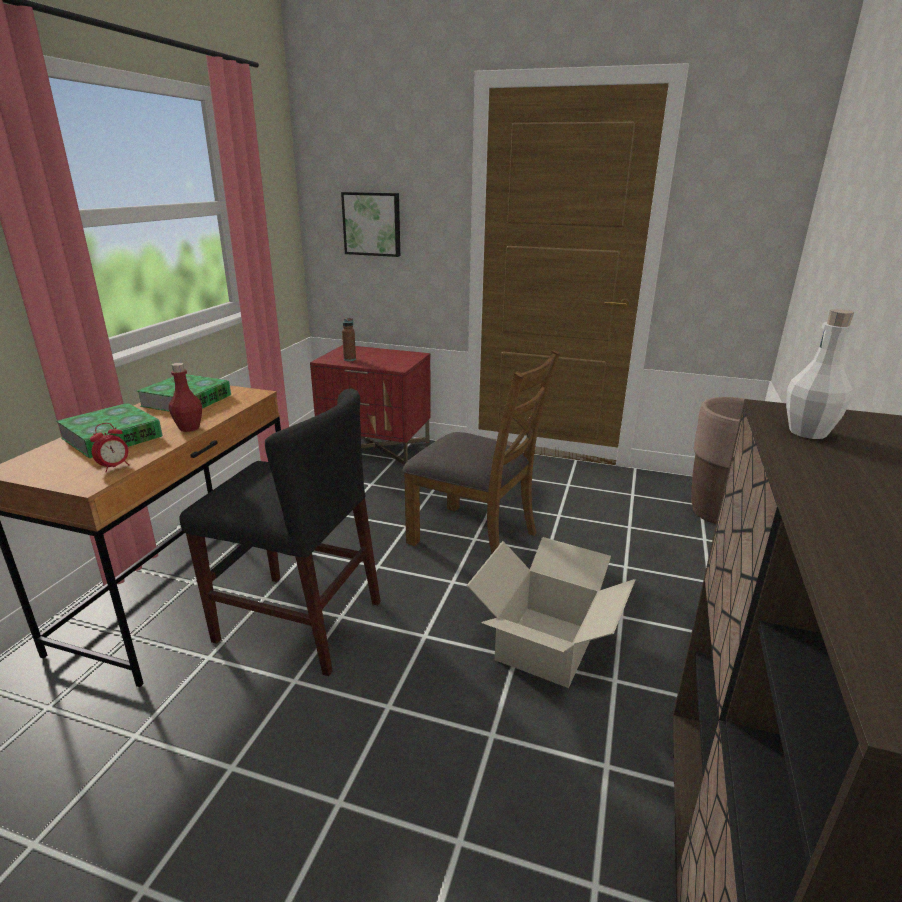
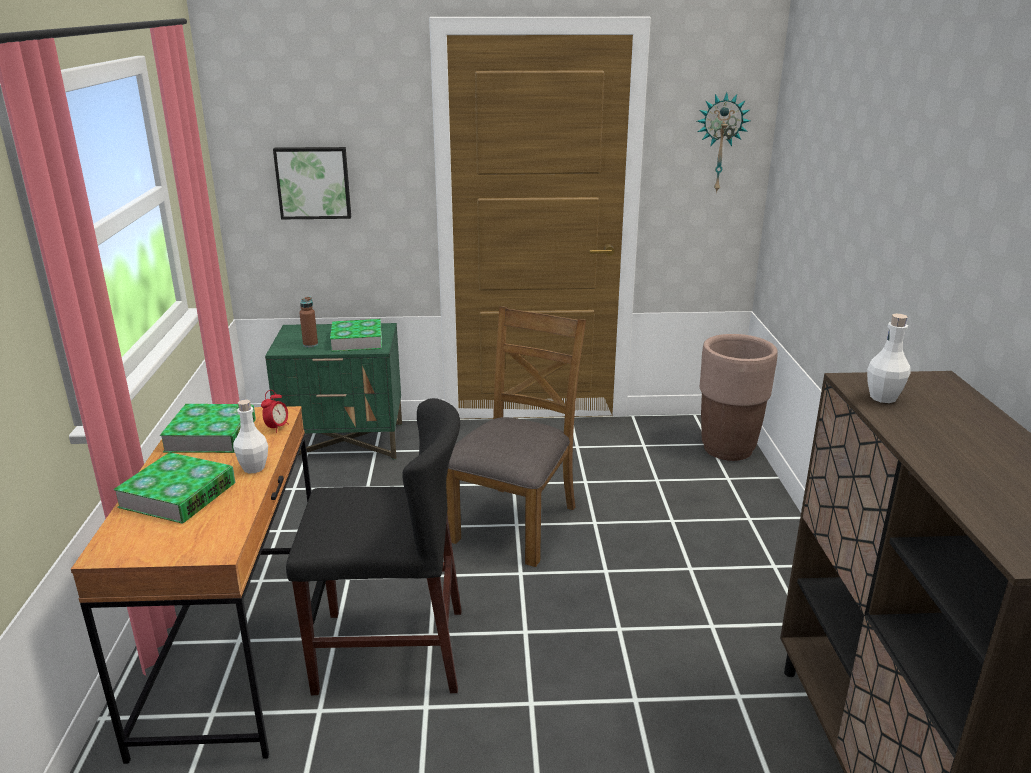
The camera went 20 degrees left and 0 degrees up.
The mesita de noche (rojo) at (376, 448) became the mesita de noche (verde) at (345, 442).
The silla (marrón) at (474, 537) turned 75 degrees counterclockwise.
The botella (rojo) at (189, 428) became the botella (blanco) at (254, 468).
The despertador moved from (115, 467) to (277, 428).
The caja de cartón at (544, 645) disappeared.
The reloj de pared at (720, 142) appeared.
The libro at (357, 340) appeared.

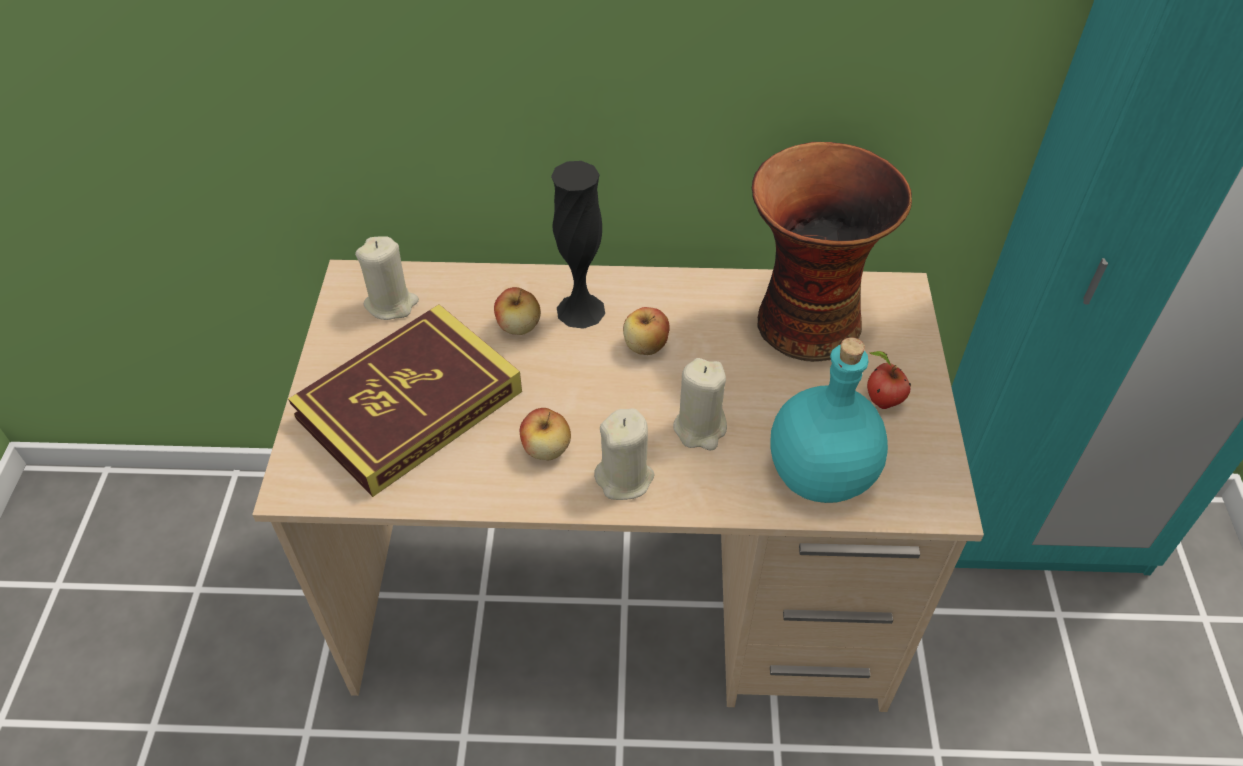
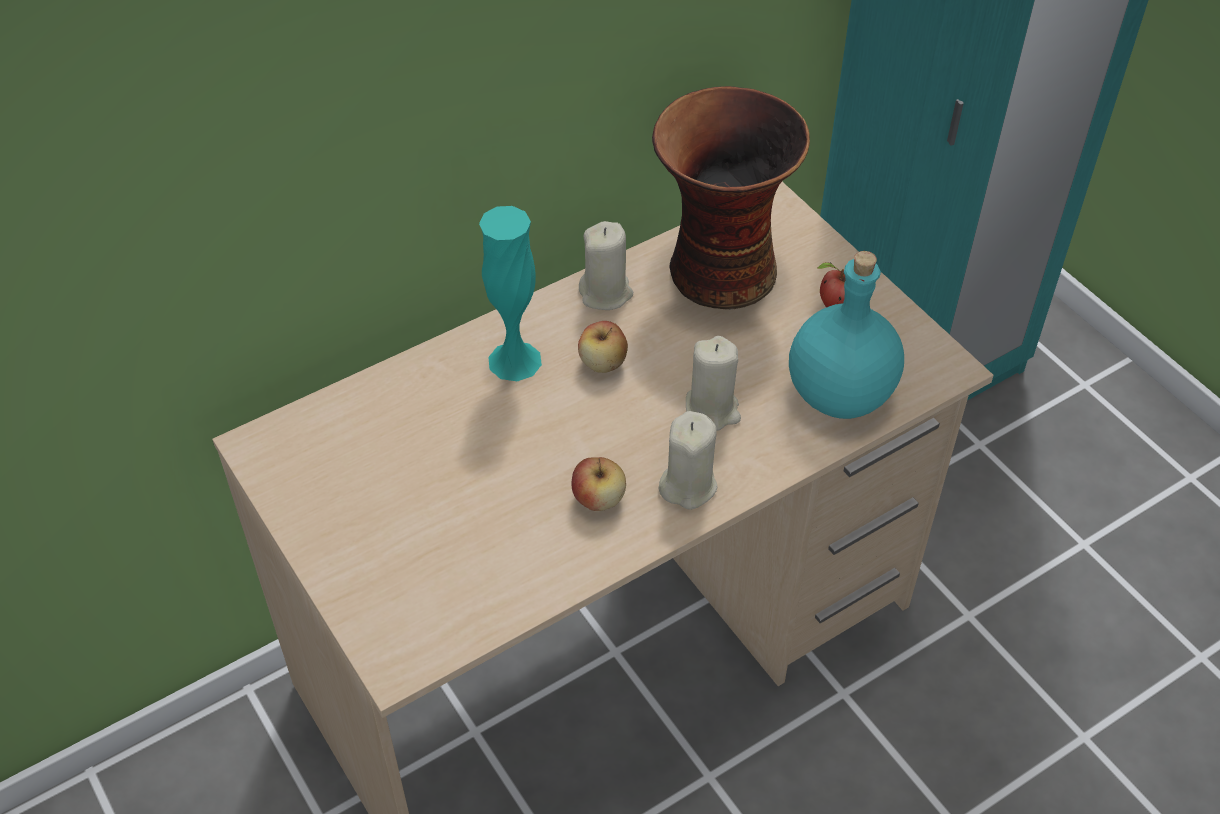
The camera went 35 degrees left and 0 degrees up.
The florero (negro) at (580, 310) became the florero (turquesa) at (514, 361).
The vela (beis) moved from (391, 304) to (606, 293).
The manzana at (518, 326) disappeared.
The libro at (410, 405) disappeared.

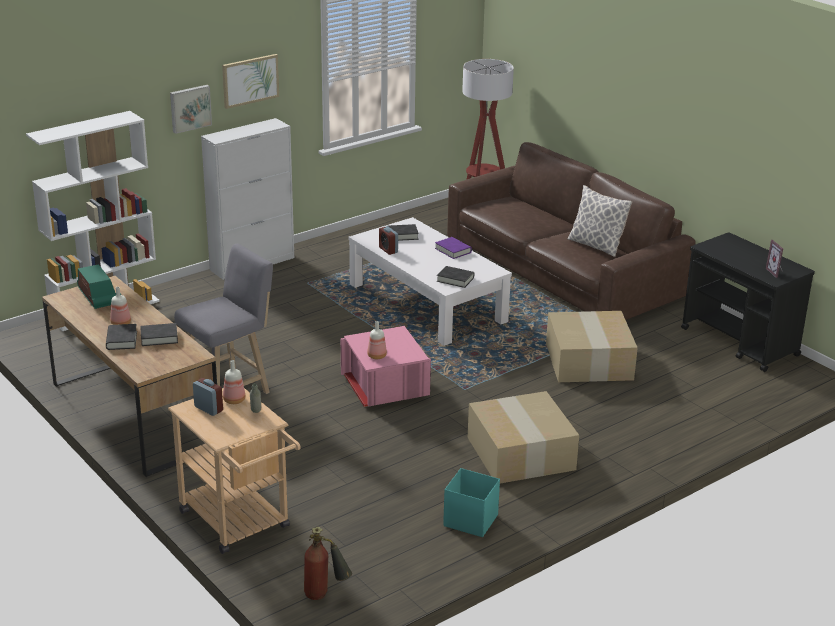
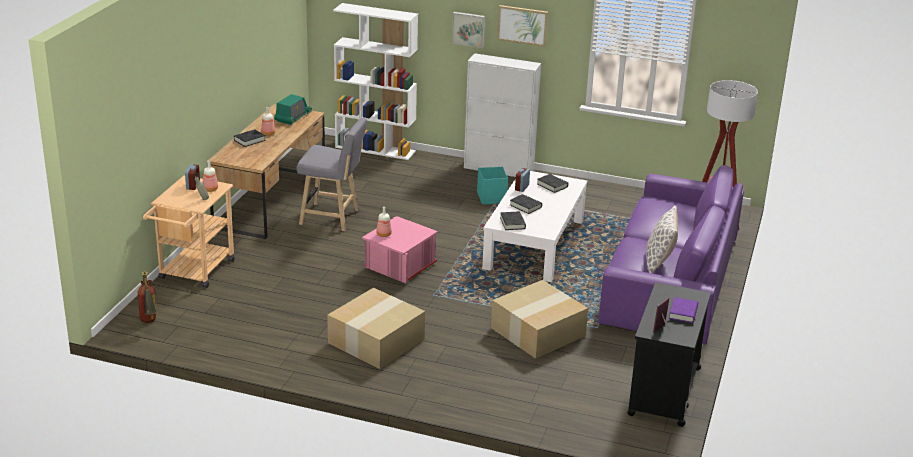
The camera went 55 degrees right and 0 degrees up.
The sofá (marrón) at (561, 268) became the sofá (morado) at (670, 279).
The libro (morado) moved from (453, 250) to (683, 313).
The libro (negro) moved from (159, 337) to (525, 206).
The caja de almacenaje (turquesa) moved from (470, 520) to (491, 197).

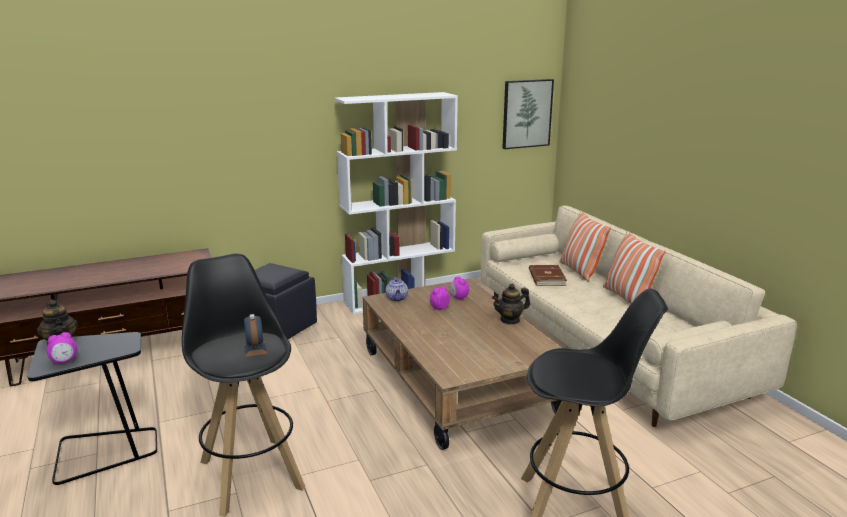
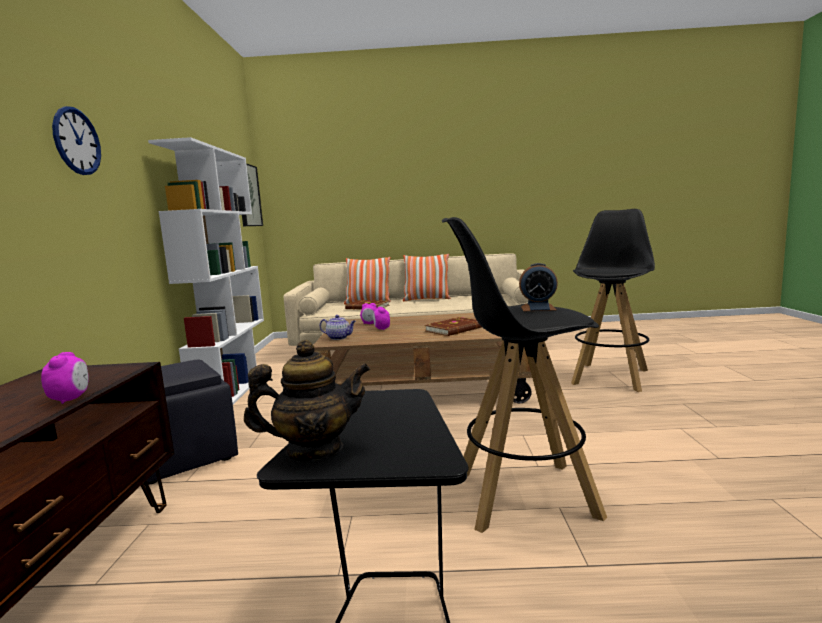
The camera went 65 degrees left and 10 degrees down.
The tetera at (510, 320) disappeared.
The despertador moved from (64, 361) to (70, 399).
The reloj de pared at (77, 141) appeared.
The libro (marrón) at (455, 329) appeared.

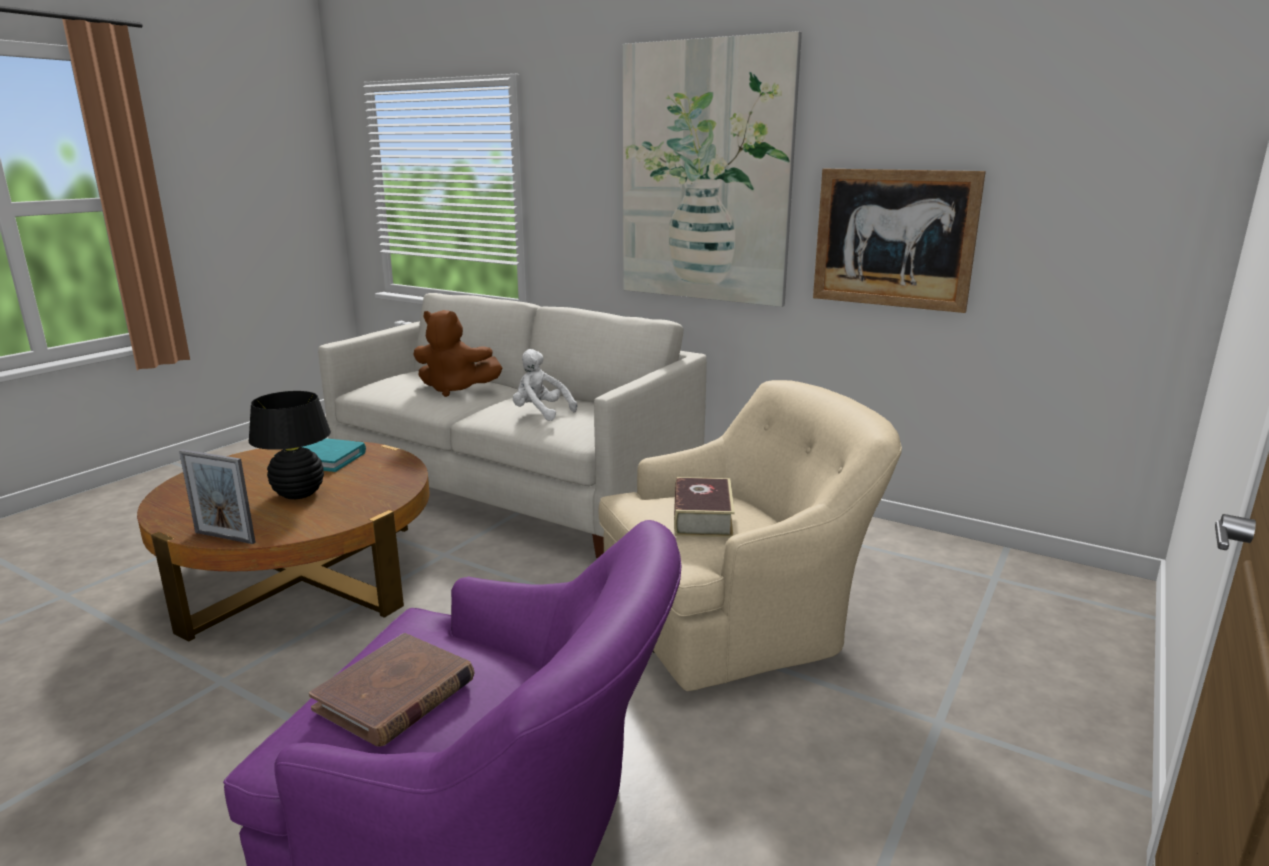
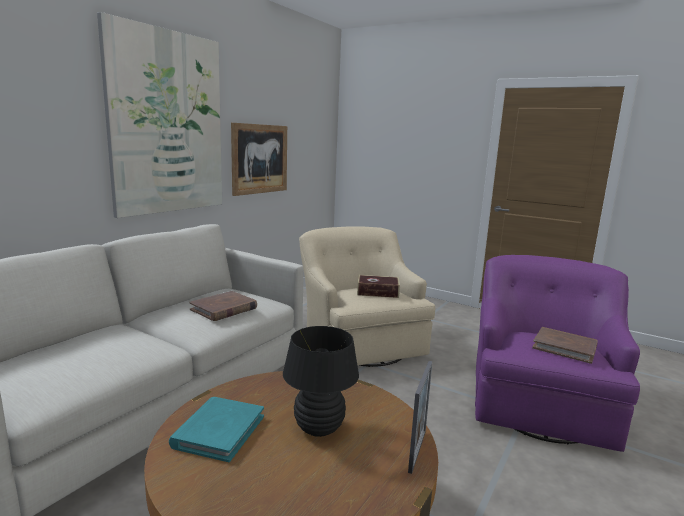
The camera went 90 degrees left and 5 degrees down.
The peluche (marrón) at (455, 389) disappeared.
The peluche (blanco) at (540, 413) was replaced by the libro (marrón) at (224, 309).

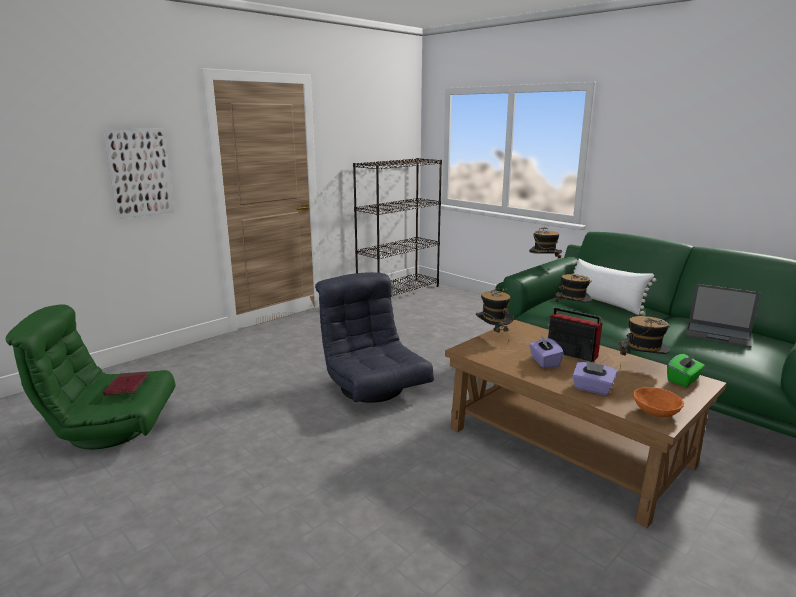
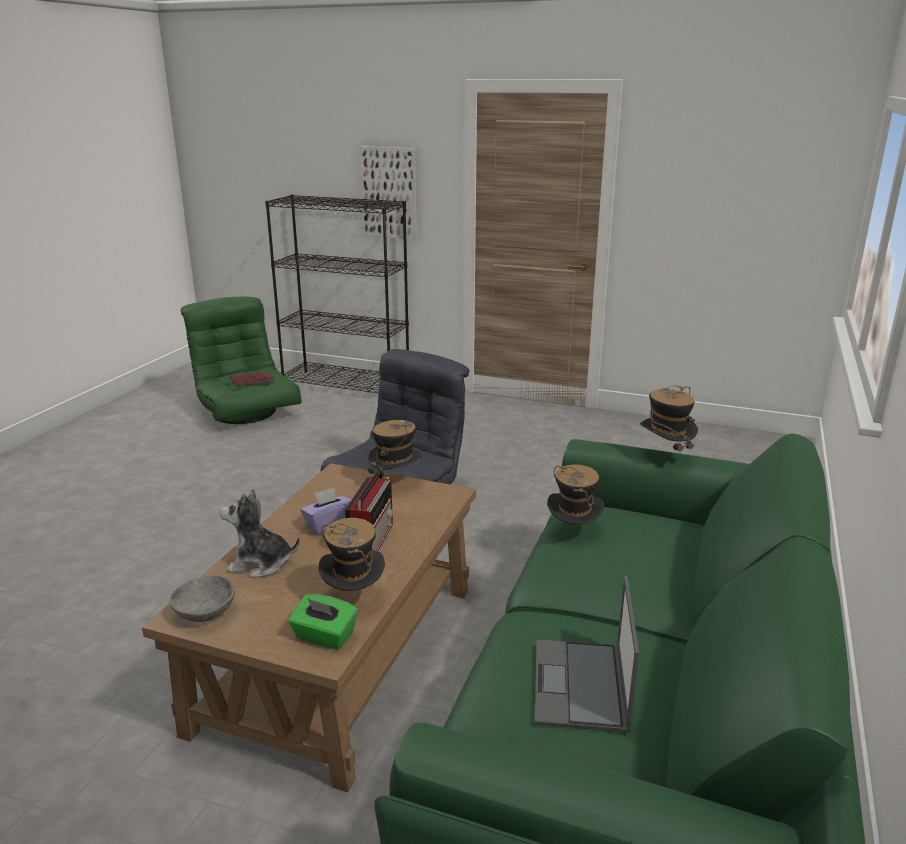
The camera went 65 degrees right and 5 degrees up.
The estantería (negro) moved from (399, 291) to (347, 385).
The cojín (blanco) at (604, 302) disappeared.
The caja de pañuelos (morado) at (592, 389) was replaced by the peluche at (260, 564).
The cuenco (naranja) at (655, 412) became the cuenco (gris) at (206, 612).

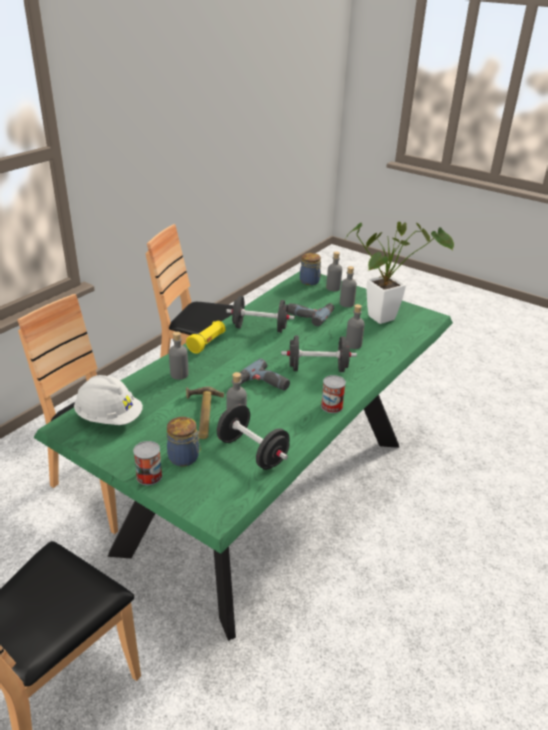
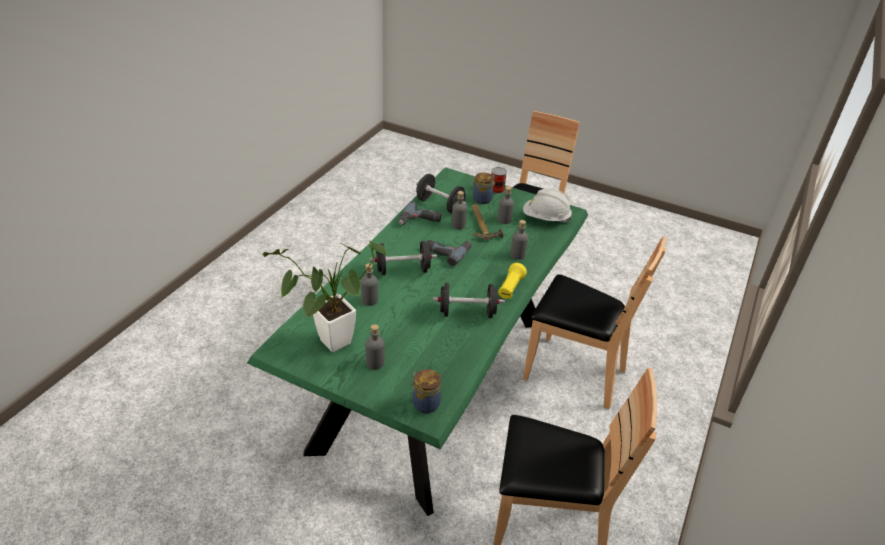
The camera went 170 degrees right and 5 degrees up.
The botella (gris) moved from (333, 288) to (504, 220).
The taladro moved from (310, 314) to (419, 221).
The lata at (331, 406) disappeared.

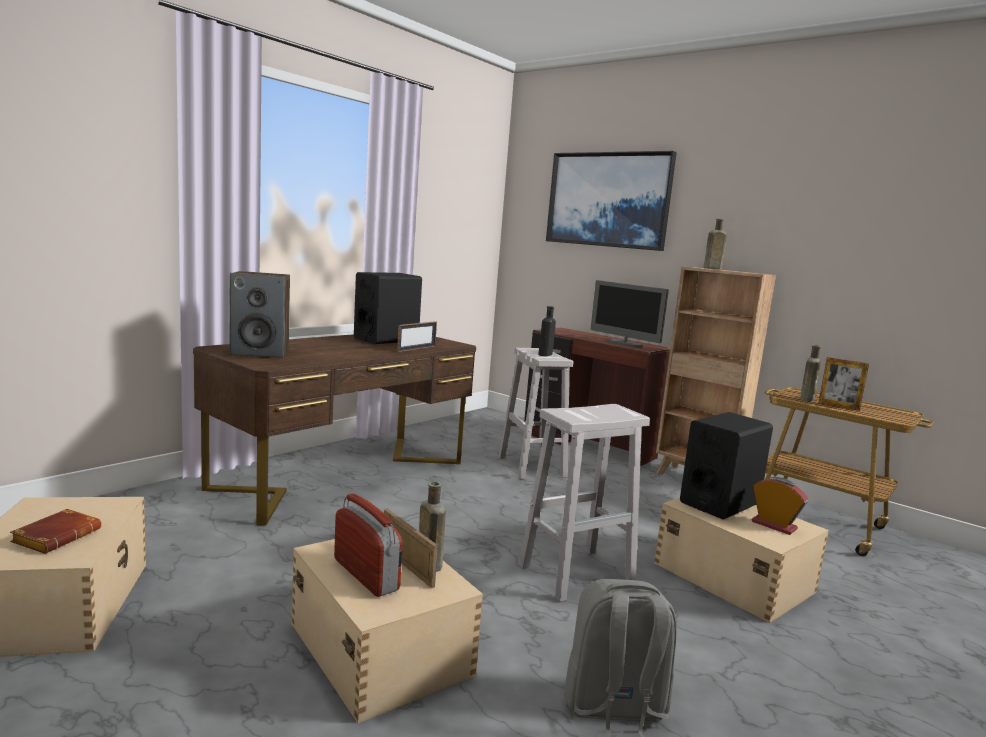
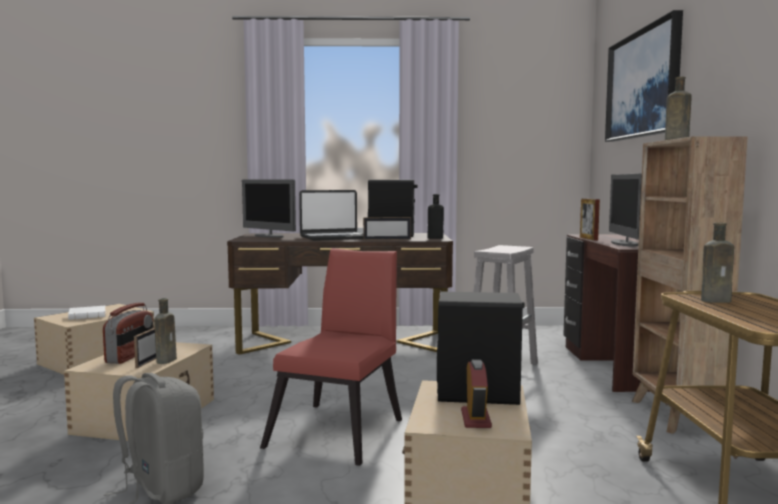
The camera went 50 degrees right and 5 degrees down.
The altavoz at (260, 353) was replaced by the monitor at (269, 236).
The botella (negro) moved from (544, 355) to (434, 238).
The portarretratos moved from (838, 406) to (588, 238).
The taburete (blanco) at (577, 573) was replaced by the silla (rojo) at (341, 430).
The libro (marrón) at (57, 536) became the libro (blanco) at (88, 316).
The portátil at (334, 237) appeared.

